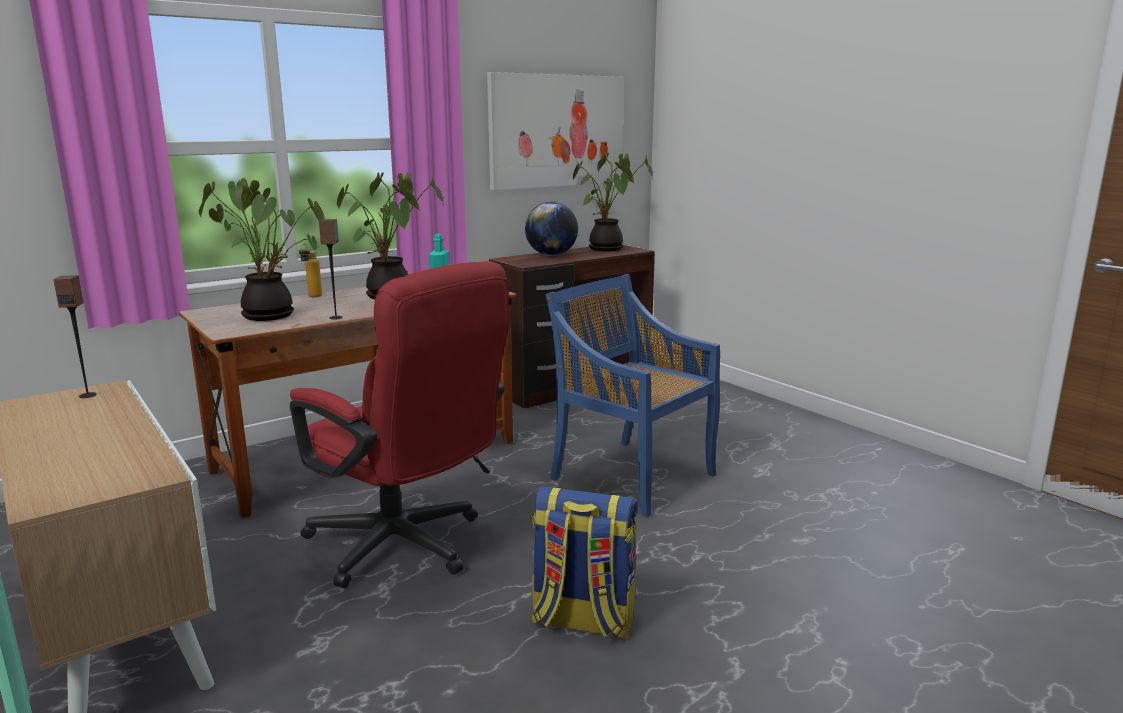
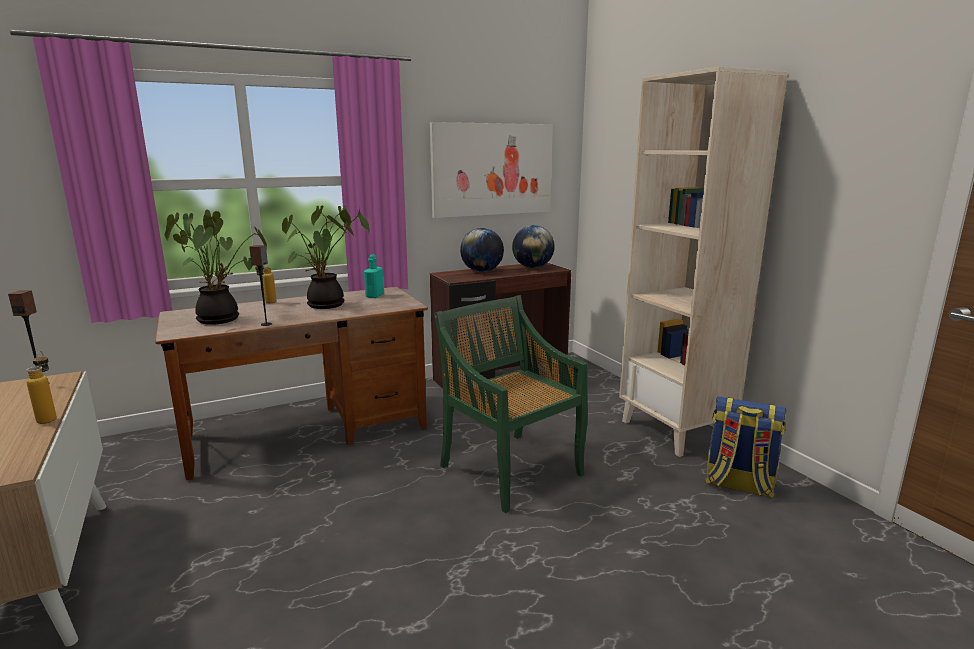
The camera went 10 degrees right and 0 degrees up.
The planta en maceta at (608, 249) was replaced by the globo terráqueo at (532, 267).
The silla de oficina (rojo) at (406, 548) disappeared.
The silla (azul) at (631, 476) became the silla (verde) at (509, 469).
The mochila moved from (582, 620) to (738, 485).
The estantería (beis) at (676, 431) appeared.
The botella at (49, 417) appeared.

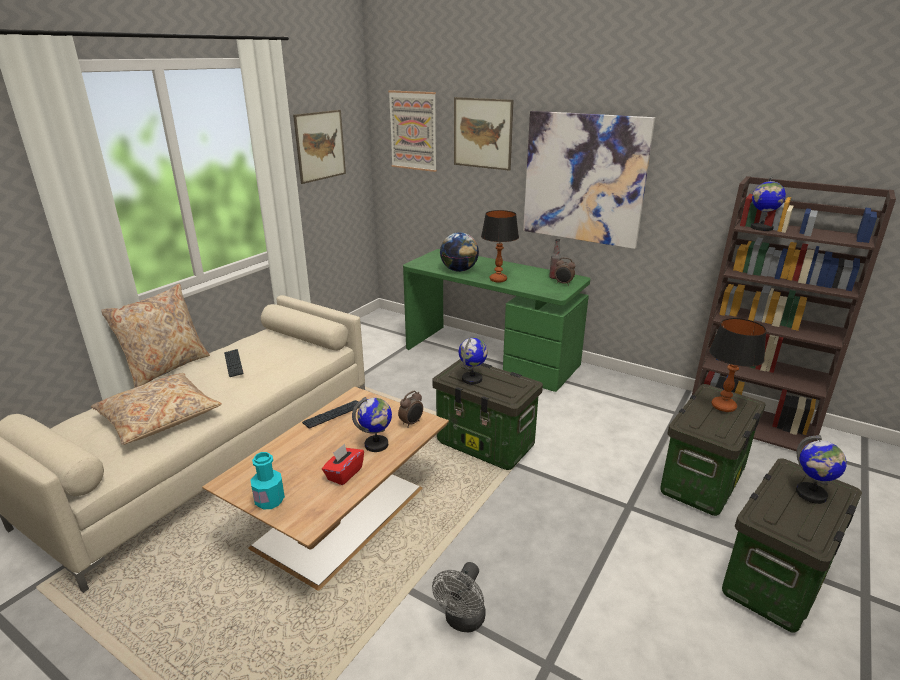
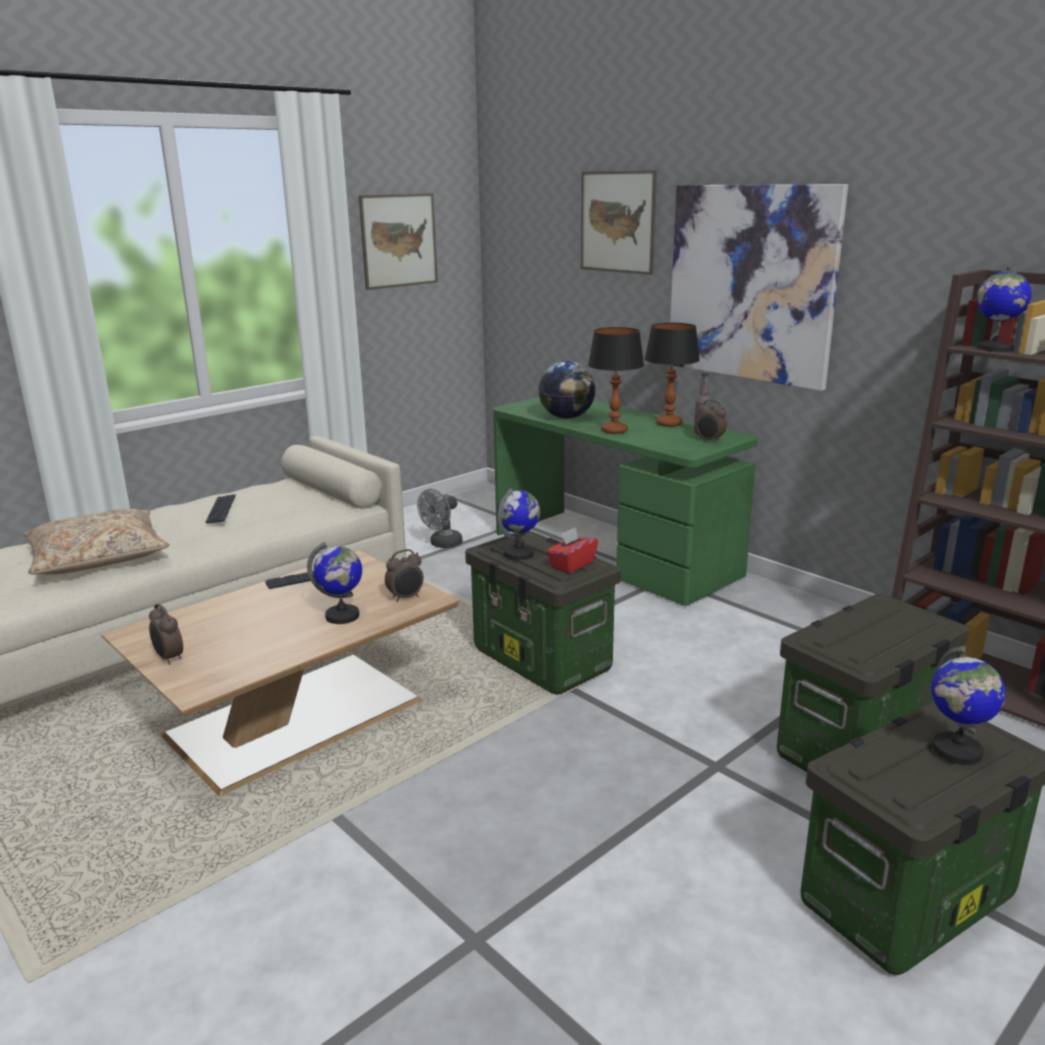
The camera went 15 degrees right and 5 degrees down.
The cuadro at (413, 131) disappeared.
The cojín (beis) at (166, 367) disappeared.
The lámpara de mesa moved from (723, 406) to (668, 424).
The caja de pañuelos (rojo) moved from (344, 474) to (572, 565).
The botella (turquesa) at (269, 500) was replaced by the despertador at (169, 658).
The ventilador (gris) moved from (462, 621) to (442, 544).

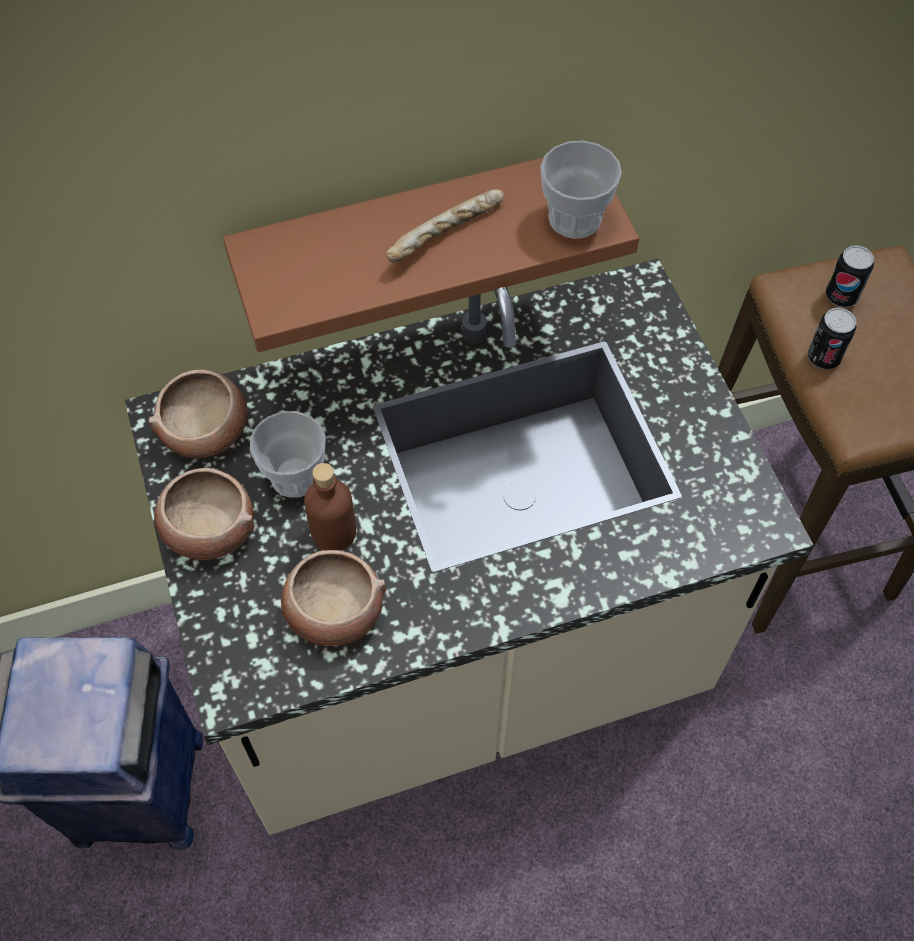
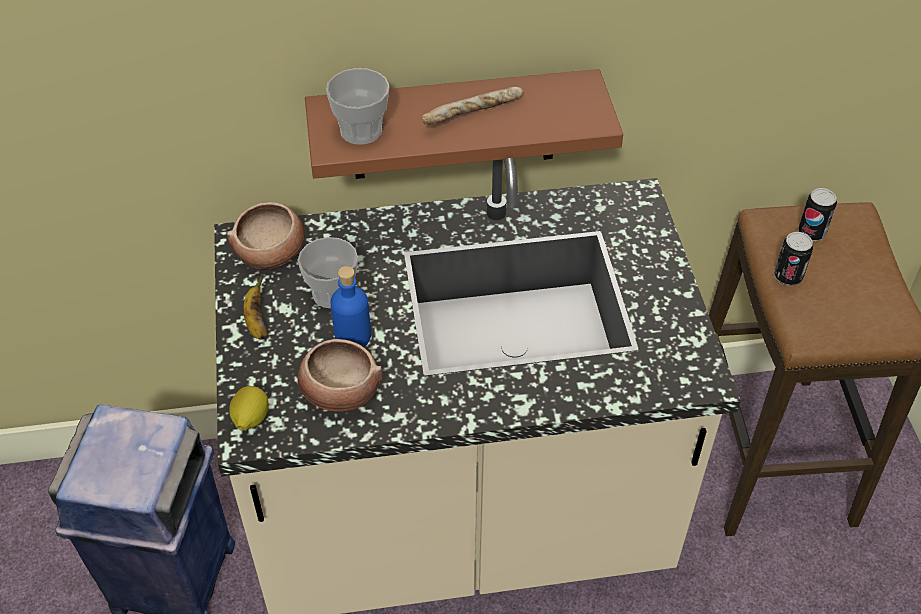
The camera went 10 degrees right and 10 degrees down.
The taza moved from (574, 219) to (361, 131).
The botella (marrón) at (334, 532) became the botella (azul) at (353, 336).
The cuenco at (208, 529) was replaced by the plátano at (256, 321).
The limón at (250, 419) appeared.

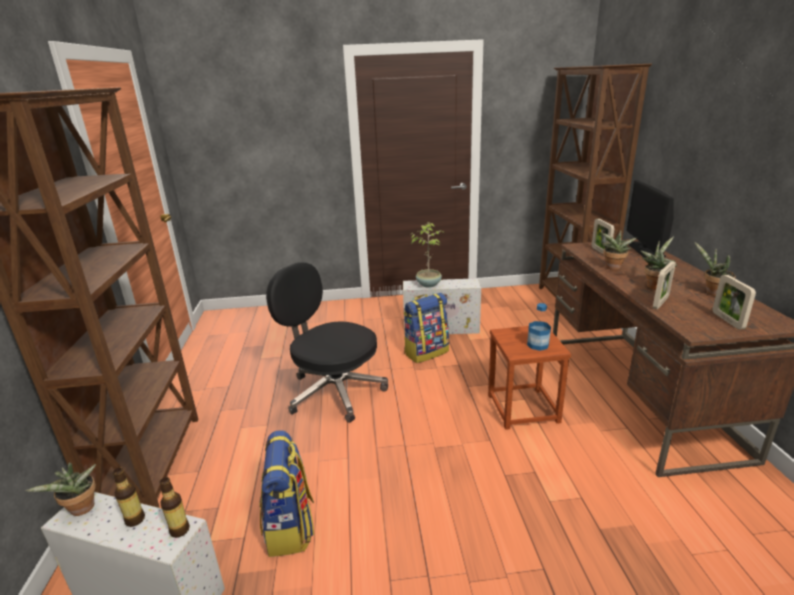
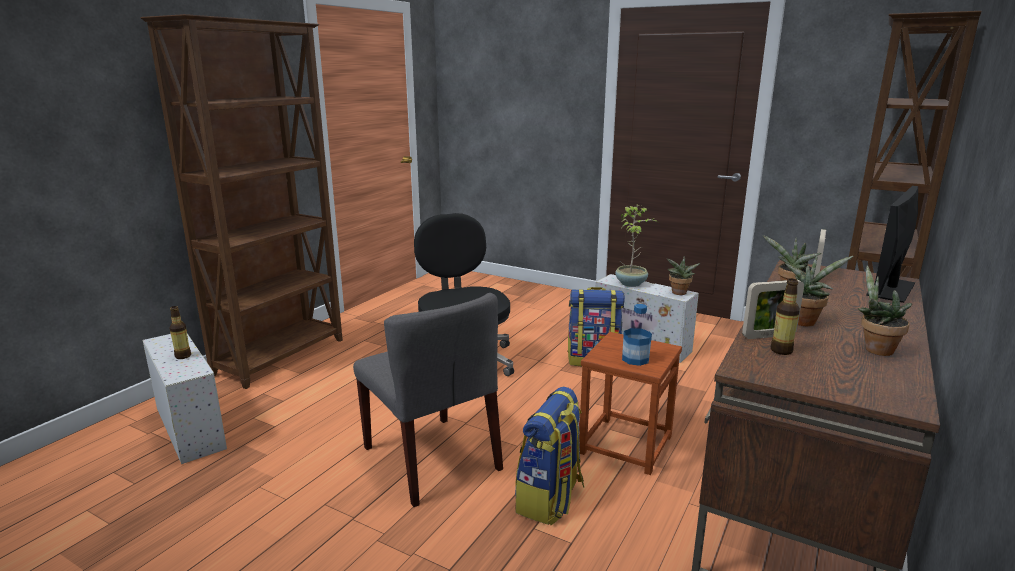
The camera went 35 degrees right and 5 degrees down.
The portarretratos at (727, 320) disappeared.
The mochila moved from (290, 527) to (550, 499).
The planta en maceta moved from (81, 510) to (678, 293).
The botella moved from (180, 530) to (781, 350).
The silla (gris) at (432, 458) appeared.

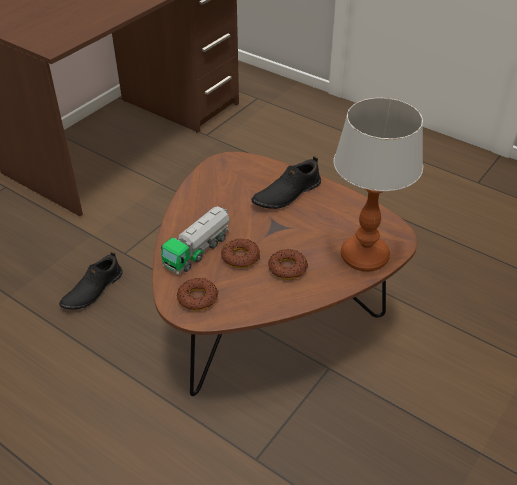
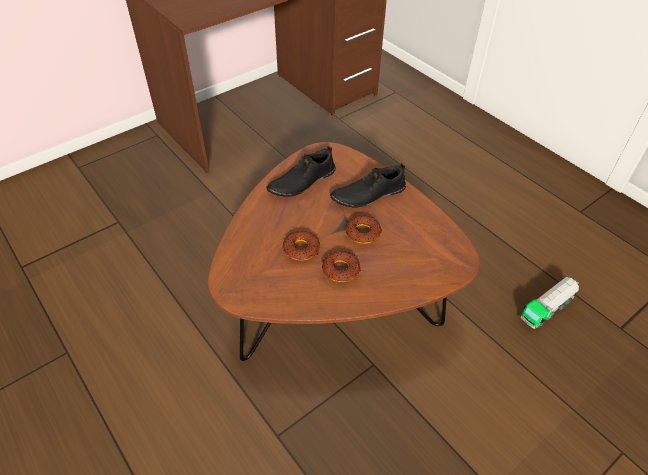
The camera went 15 degrees right and 5 degrees up.
The lámpara de mesa at (365, 257) disappeared.
The camión de juguete moved from (198, 250) to (546, 309).
The zapato (negro) moved from (92, 290) to (302, 181).
The rosquilla moved from (198, 298) to (363, 232).

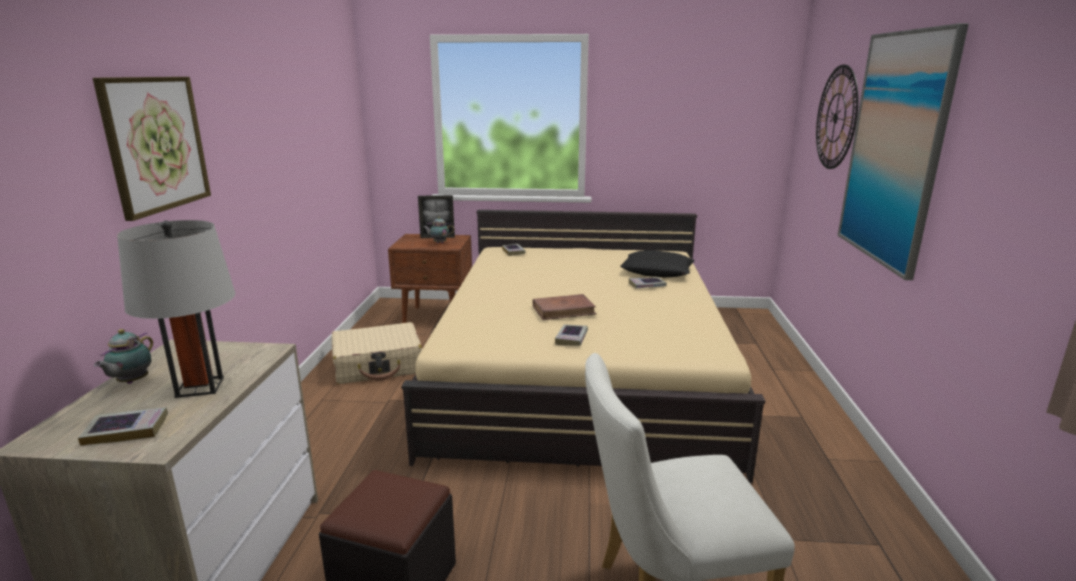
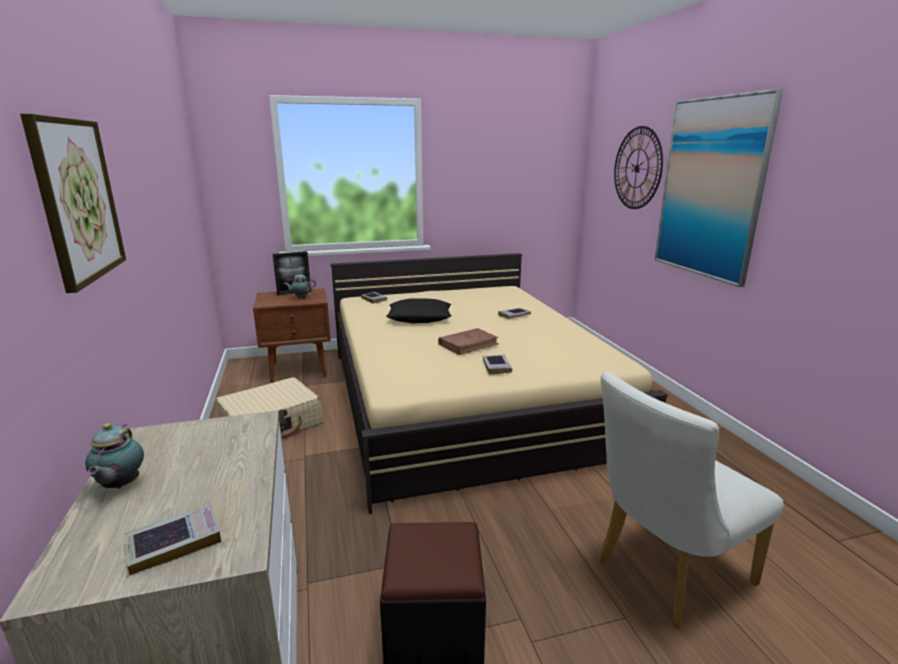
The camera went 20 degrees left and 0 degrees up.
The lámpara de mesa (gris) at (199, 387) disappeared.
The cojín (negro) moved from (657, 271) to (420, 317).

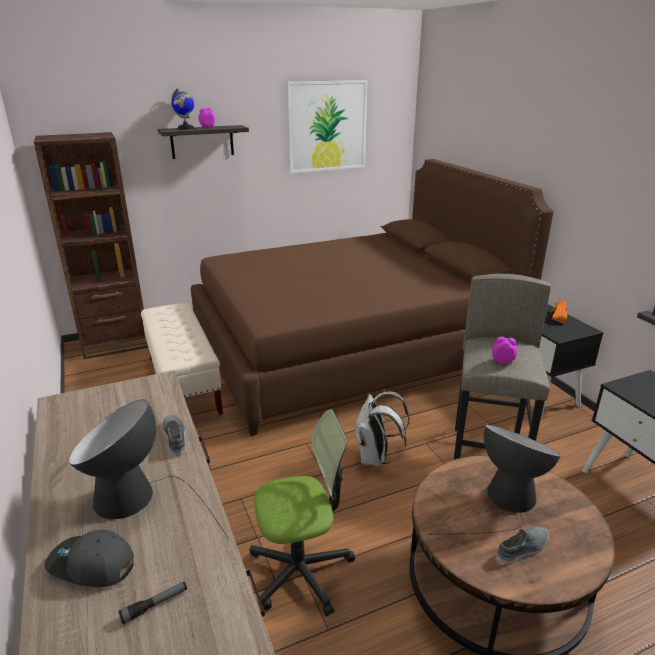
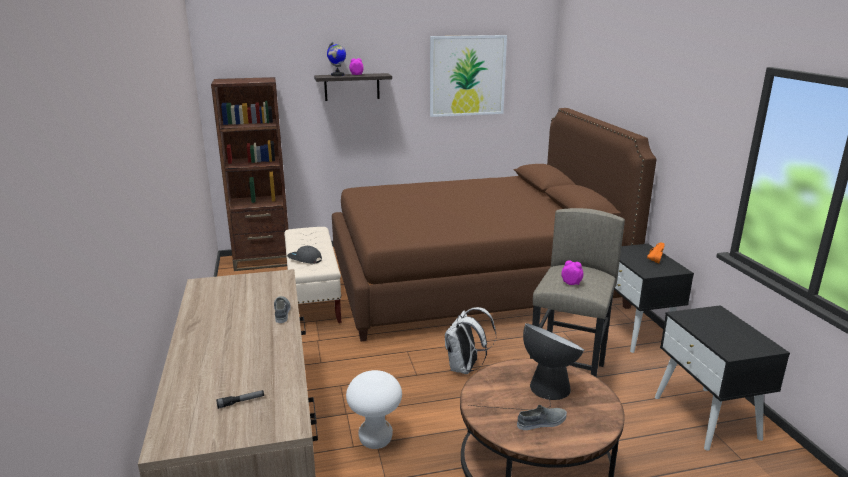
The camera went 10 degrees right and 5 degrees down.
The lámpara de mesa at (134, 498) disappeared.
The silla de oficina at (301, 570) was replaced by the taburete (blanco) at (375, 440).
The gorra (gris) moved from (91, 565) to (304, 259).

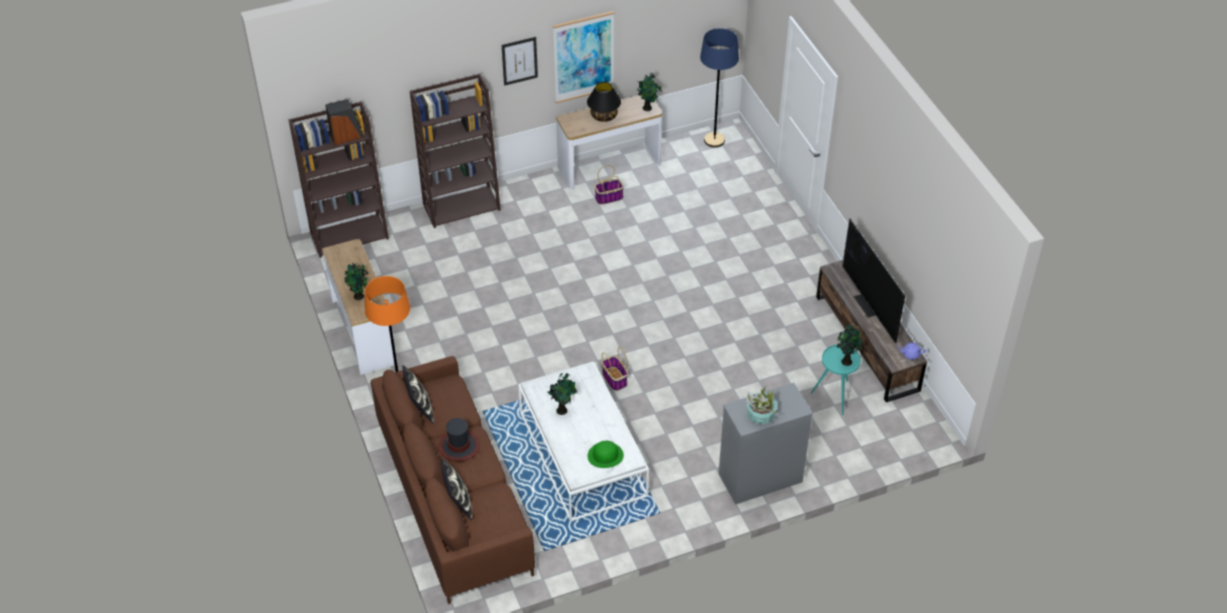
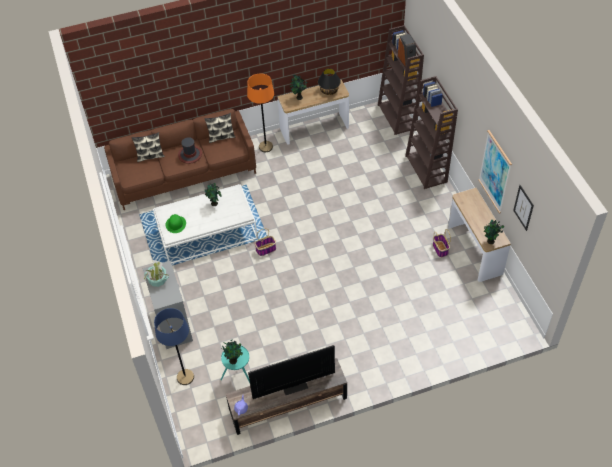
The camera went 95 degrees right and 5 degrees up.
The lámpara de pie (azul) moved from (714, 140) to (185, 377).
The cuadro moved from (519, 61) to (523, 207).
The lámpara de mesa (negro) moved from (604, 115) to (329, 90).

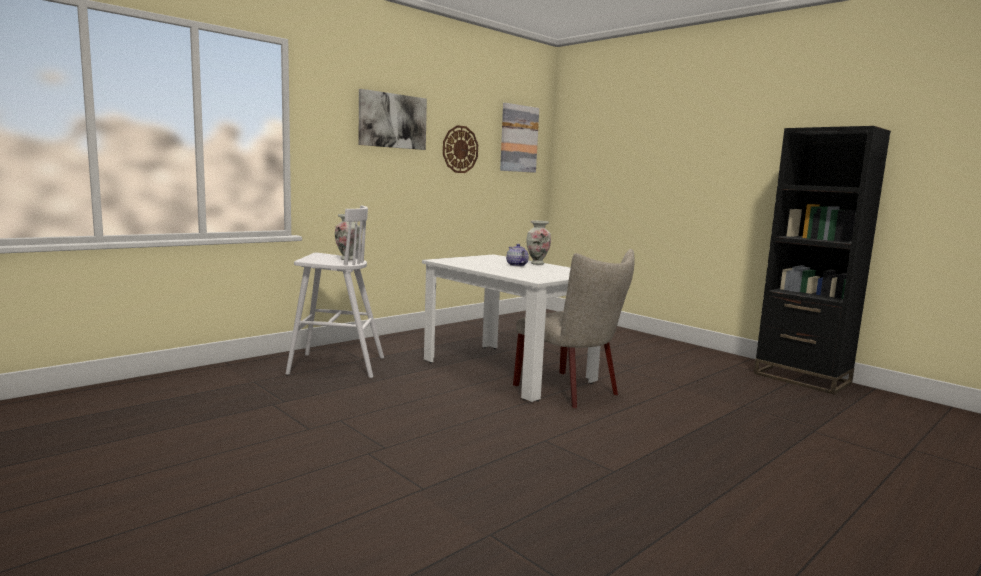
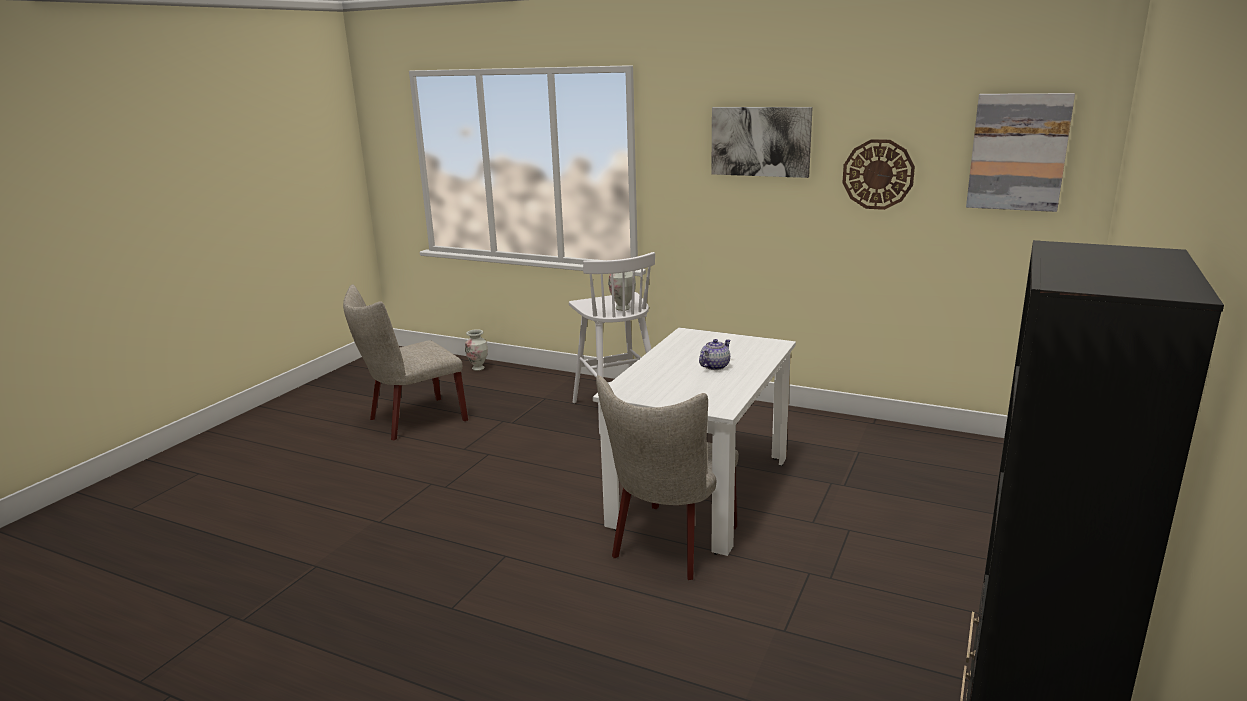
The camera went 70 degrees right and 10 degrees up.
The florero moved from (537, 263) to (478, 368).
The silla (beis) at (411, 420) appeared.

